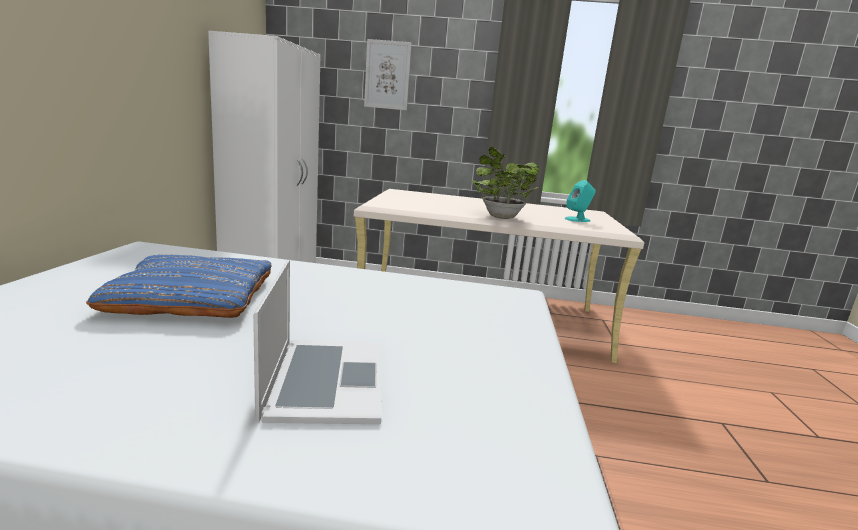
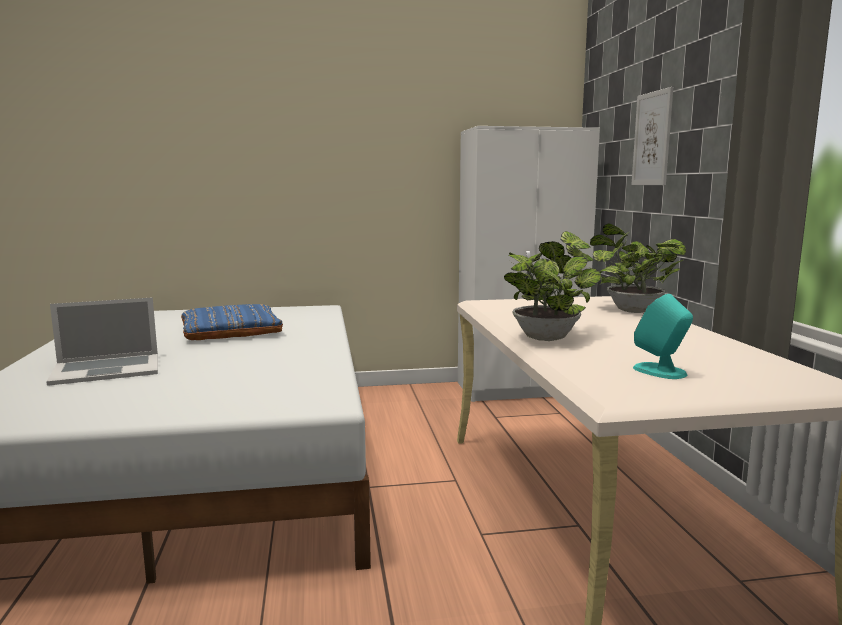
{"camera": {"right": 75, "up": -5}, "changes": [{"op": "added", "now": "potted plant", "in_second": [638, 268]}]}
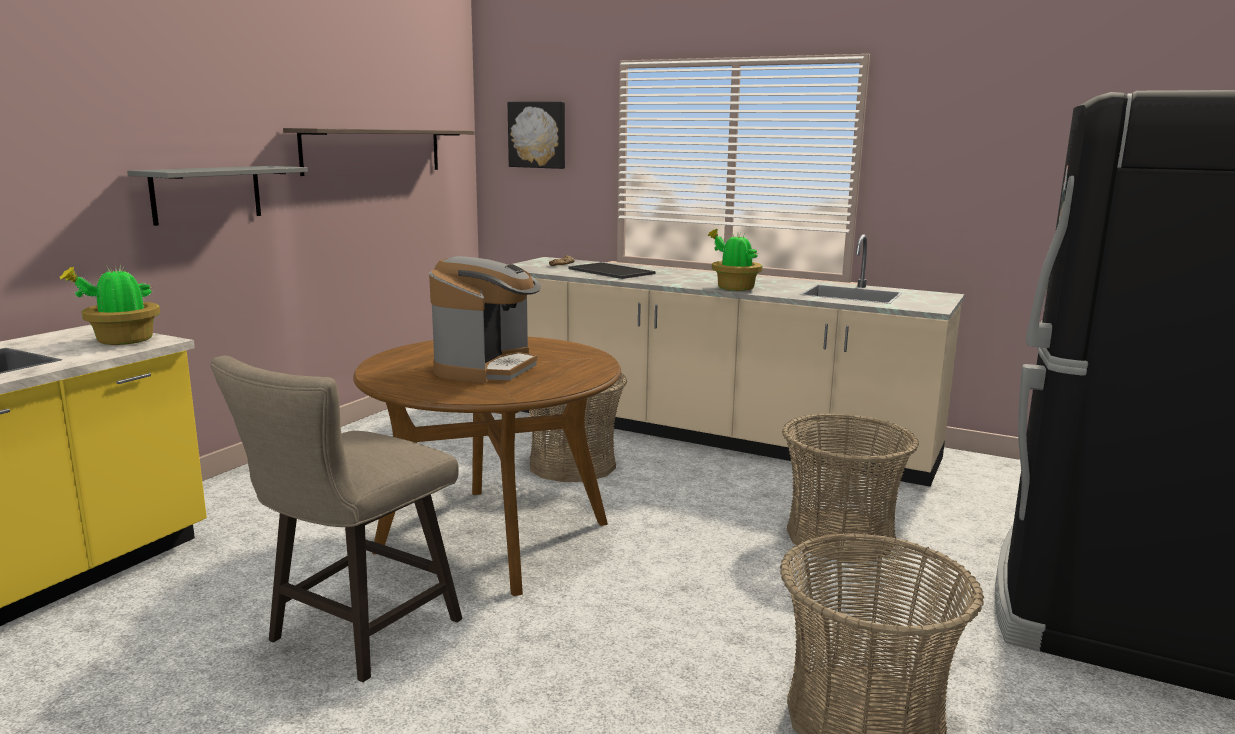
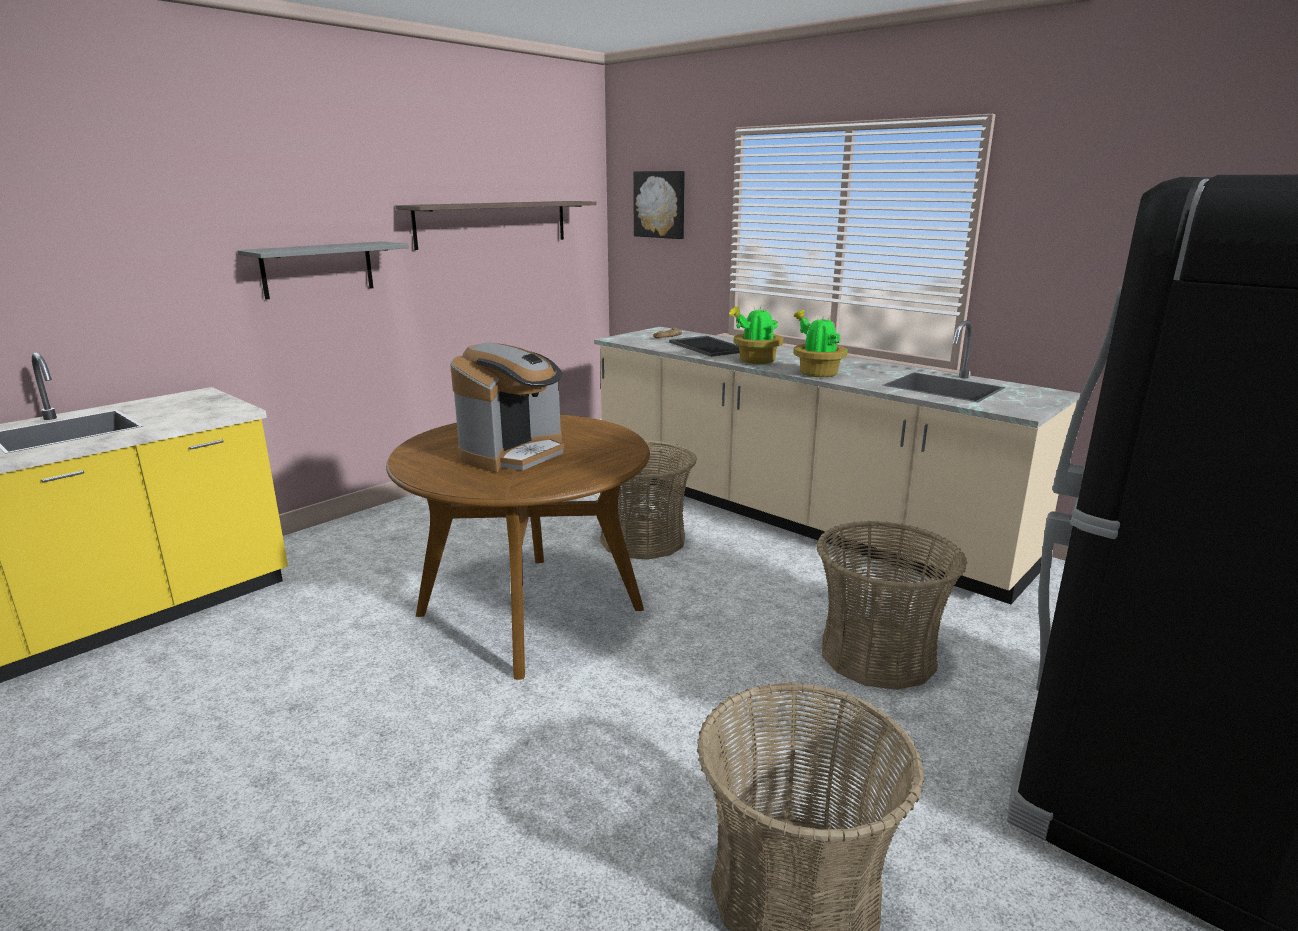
{"camera": {"right": 15, "up": 5}, "changes": [{"op": "moved", "was": "potted plant", "in_first": [110, 304], "in_second": [756, 335]}, {"op": "removed", "was": "stool seat/beige-coloured", "in_first": [336, 519]}]}
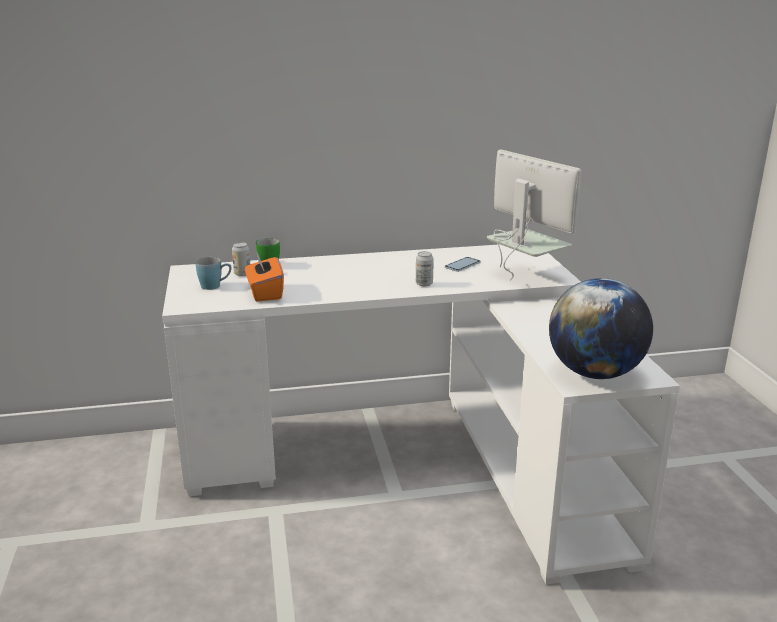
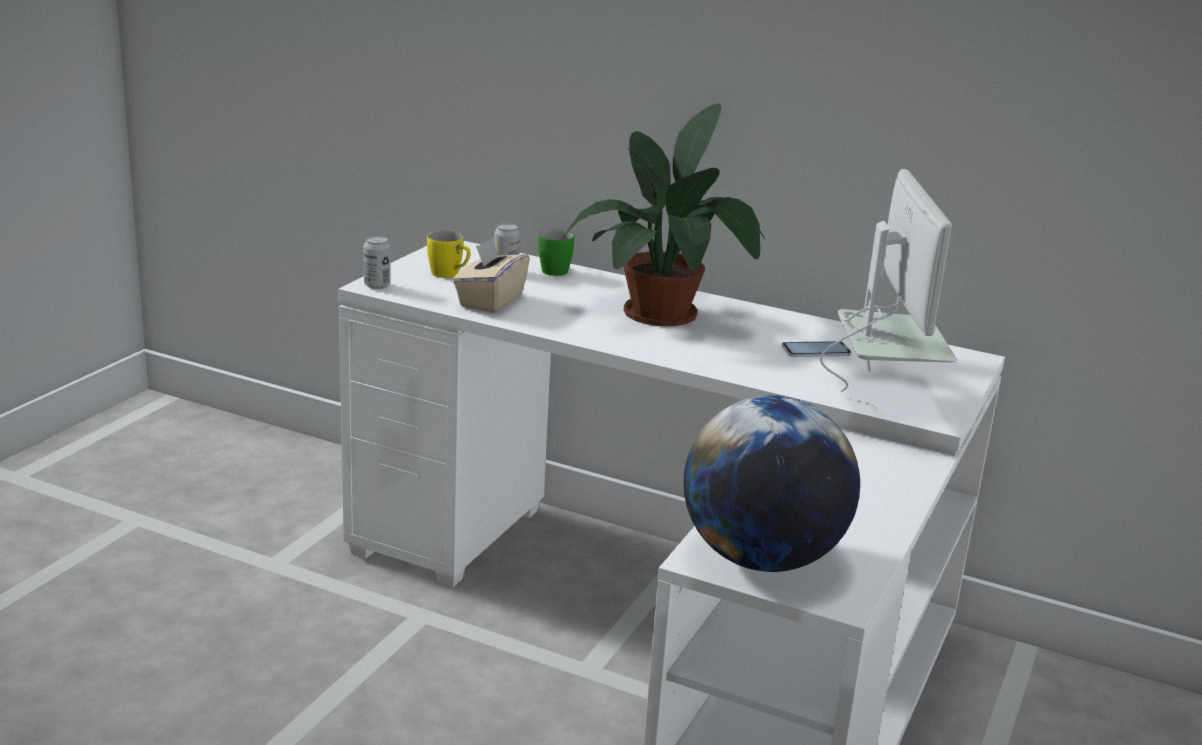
{"camera": {"right": 35, "up": 0}, "changes": [{"op": "moved", "was": "metal can", "in_first": [425, 269], "in_second": [377, 262]}, {"op": "recoloured", "was": "coffee mug/bluish", "now": "coffee mug/yellow", "in_first": [214, 273], "in_second": [449, 254]}, {"op": "recoloured", "was": "tissue box/orange", "now": "tissue box/beige-coloured", "in_first": [264, 277], "in_second": [491, 275]}, {"op": "added", "now": "potted plant", "in_second": [664, 214]}]}
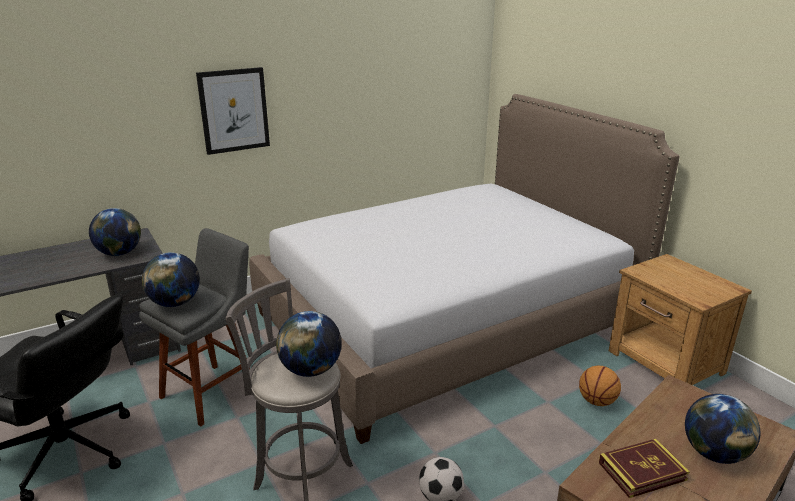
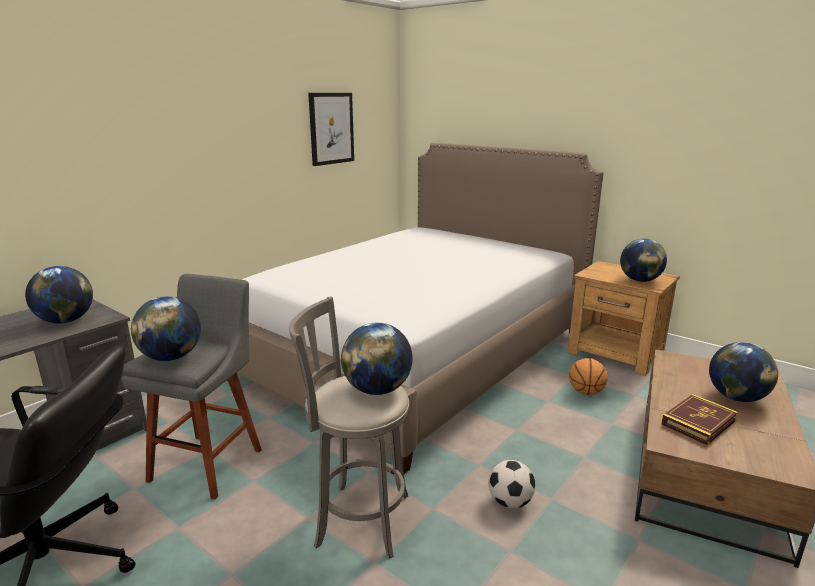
{"camera": {"right": -20, "up": -5}, "changes": [{"op": "moved", "was": "wall art", "in_first": [233, 111], "in_second": [331, 129]}, {"op": "added", "now": "globe", "in_second": [643, 260]}]}
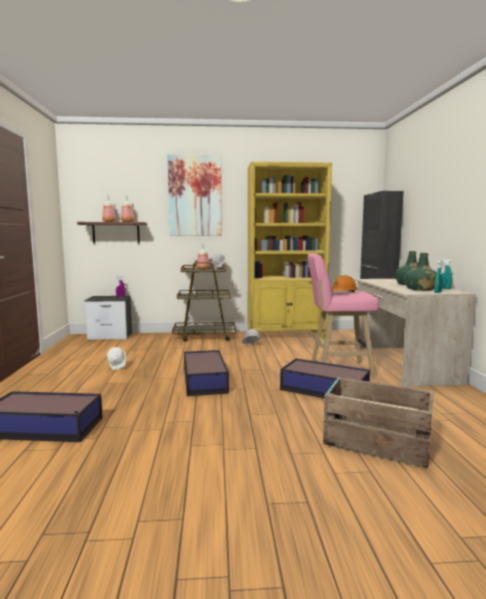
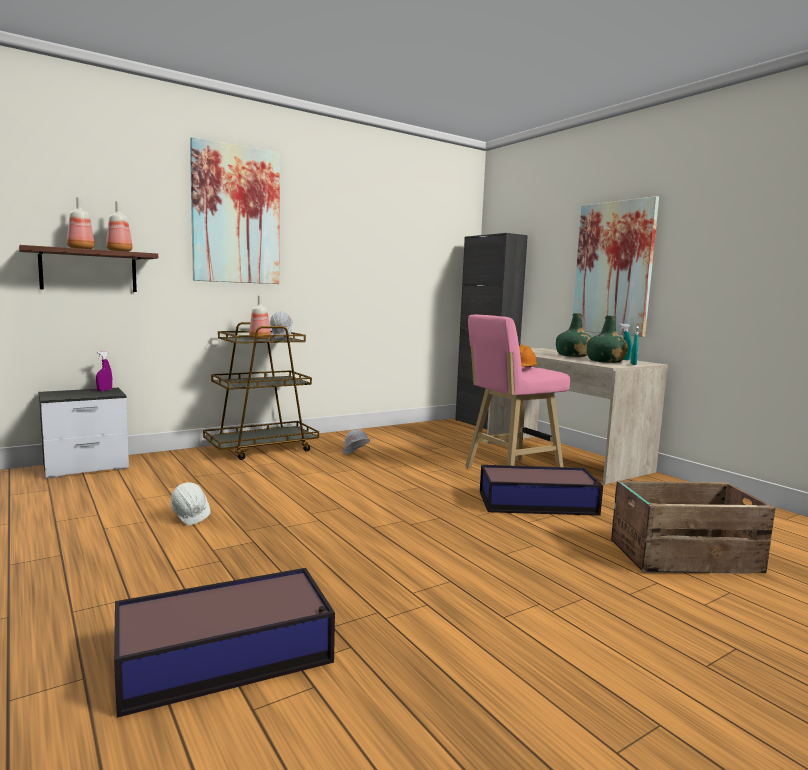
{"camera": {"right": -30, "up": 0}, "changes": [{"op": "added", "now": "wall art", "in_second": [615, 266]}, {"op": "removed", "was": "storage bin", "in_first": [206, 373]}, {"op": "removed", "was": "bookcase/yellow", "in_first": [290, 250]}]}
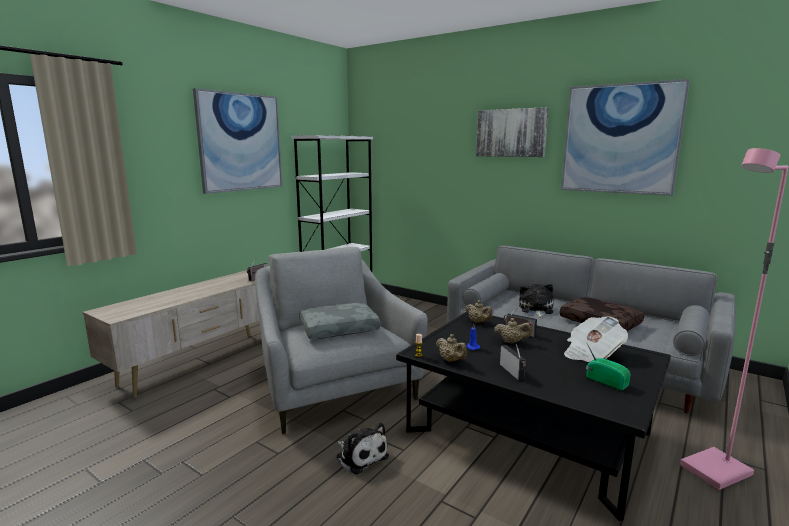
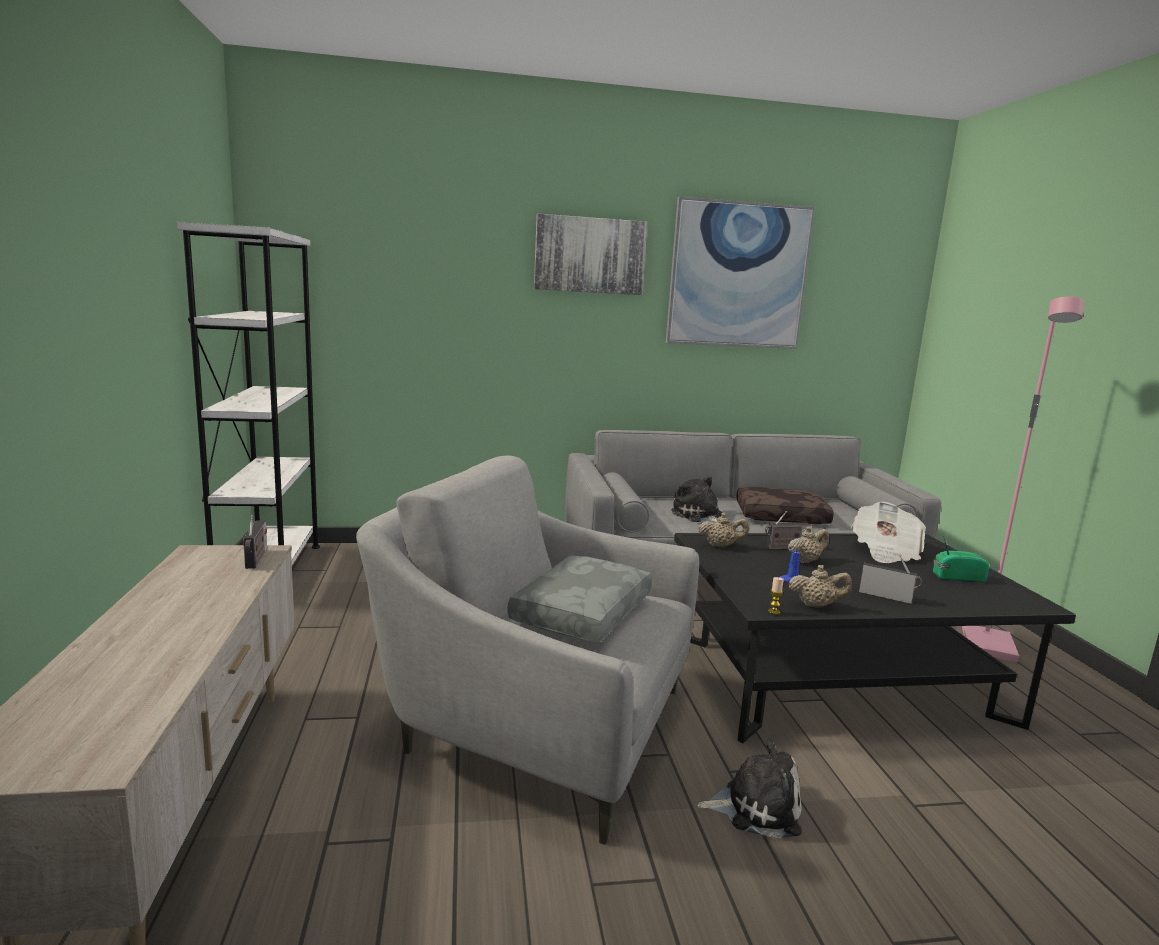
{"camera": {"right": -45, "up": 0}, "changes": [{"op": "removed", "was": "wall art", "in_first": [237, 141]}]}
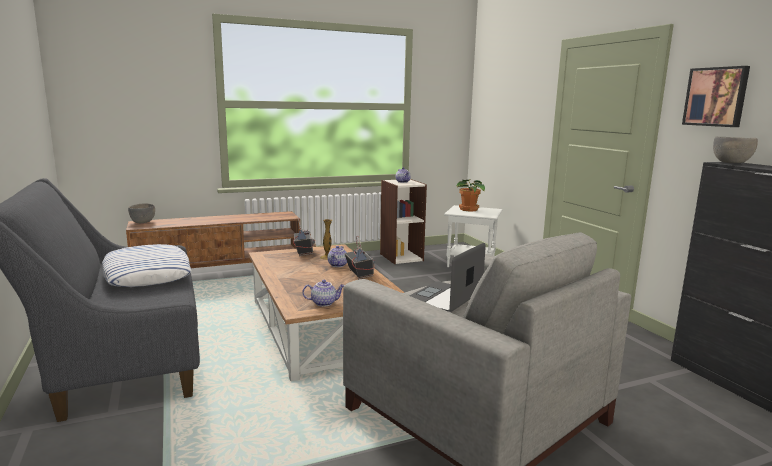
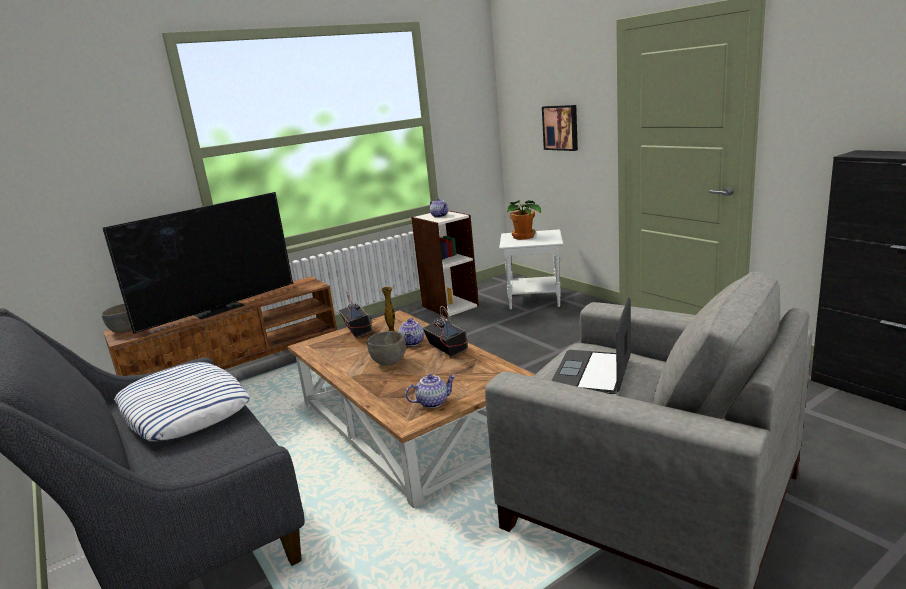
{"camera": {"right": -10, "up": 5}, "changes": [{"op": "added", "now": "television", "in_second": [197, 262]}, {"op": "moved", "was": "serving bowl/grey", "in_first": [735, 150], "in_second": [386, 348]}, {"op": "moved", "was": "wall art", "in_first": [716, 96], "in_second": [560, 128]}]}
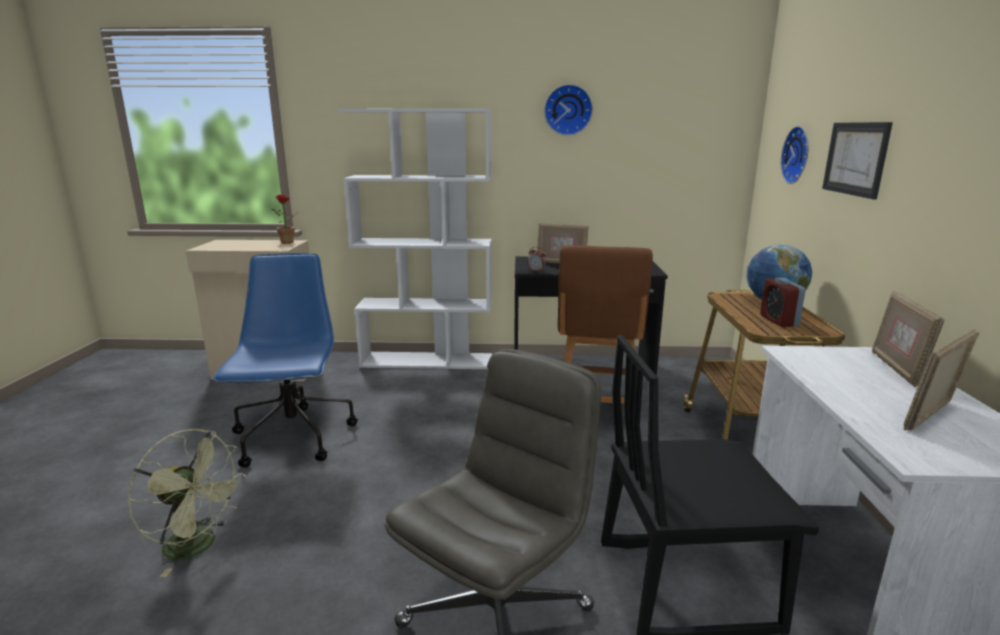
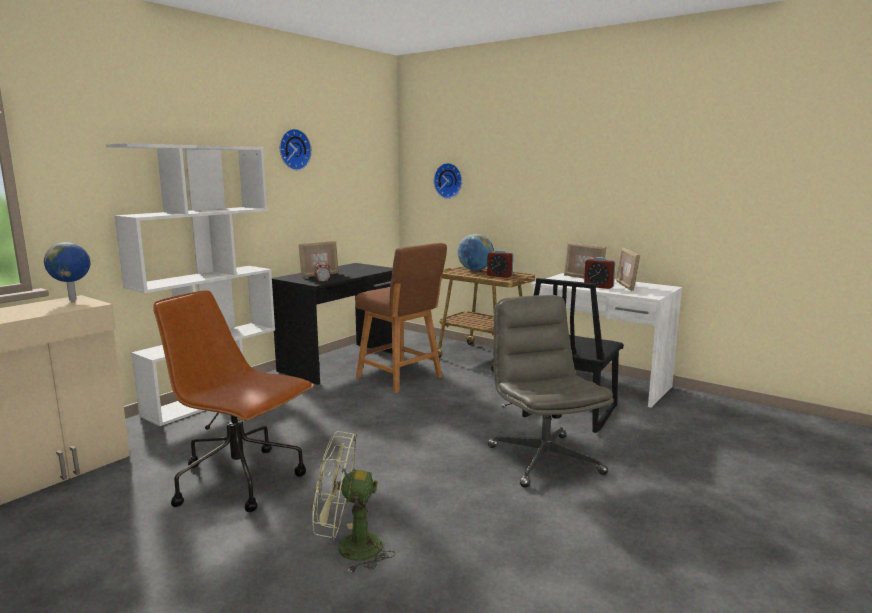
{"camera": {"right": -55, "up": -5}, "changes": [{"op": "replaced", "was": "potted plant", "now": "globe", "in_first": [285, 219], "in_second": [67, 271]}, {"op": "recoloured", "was": "office chair/bluish", "now": "office chair/brown-coloured", "in_first": [285, 360], "in_second": [233, 401]}, {"op": "turned", "was": "cooling fan/green-coloured", "in_first": [187, 503], "in_second": [353, 502], "clockwise": -150}, {"op": "added", "now": "table clock", "in_second": [600, 273]}, {"op": "removed", "was": "wall art", "in_first": [857, 160]}]}
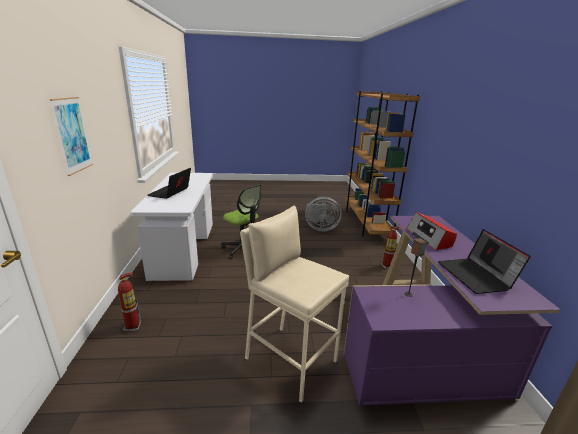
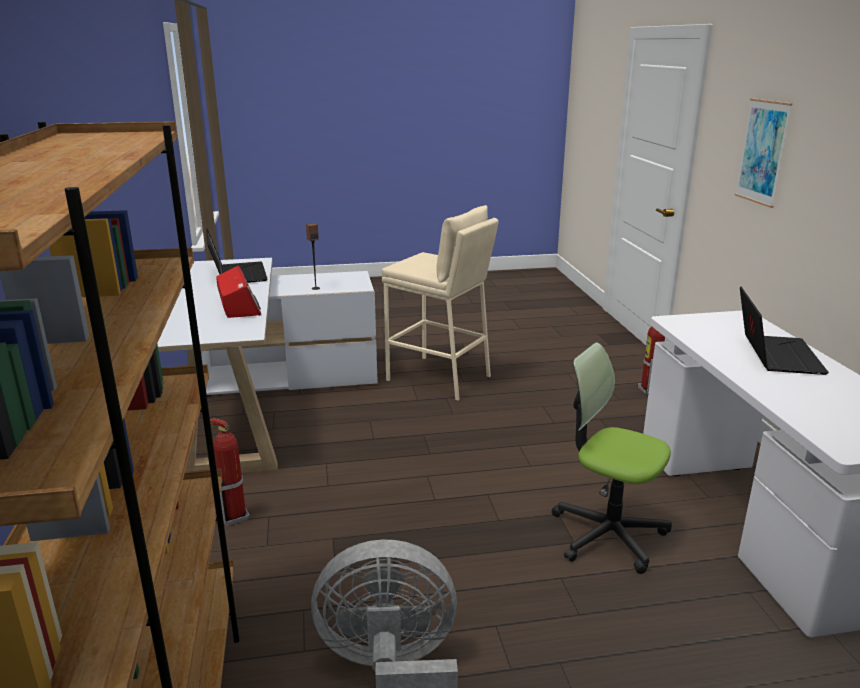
{"camera": {"right": 175, "up": 0}, "changes": [{"op": "recoloured", "was": "desk table/purple-coloured", "now": "desk table/white-coloured", "in_first": [452, 311], "in_second": [267, 365]}]}
